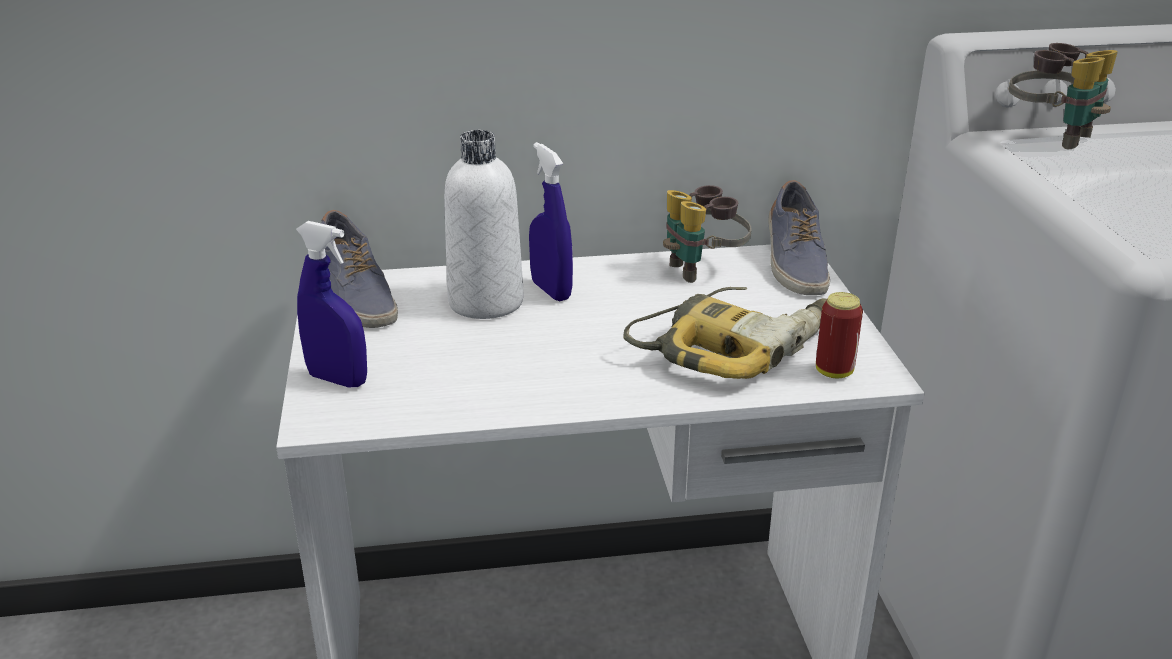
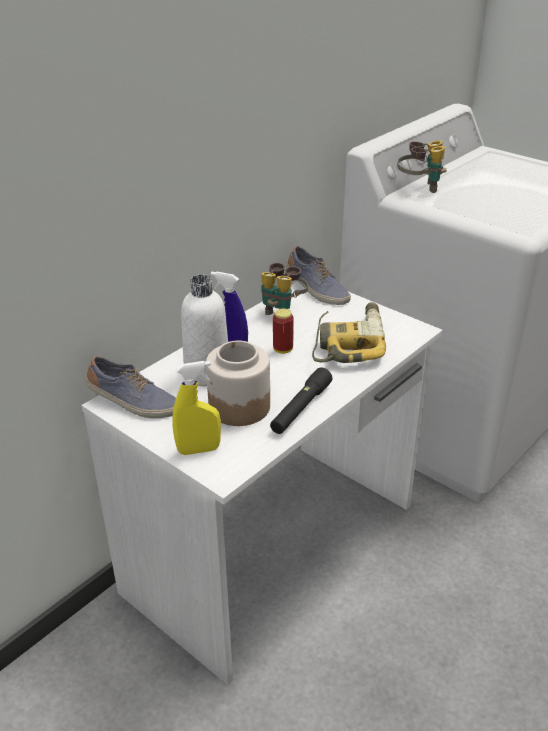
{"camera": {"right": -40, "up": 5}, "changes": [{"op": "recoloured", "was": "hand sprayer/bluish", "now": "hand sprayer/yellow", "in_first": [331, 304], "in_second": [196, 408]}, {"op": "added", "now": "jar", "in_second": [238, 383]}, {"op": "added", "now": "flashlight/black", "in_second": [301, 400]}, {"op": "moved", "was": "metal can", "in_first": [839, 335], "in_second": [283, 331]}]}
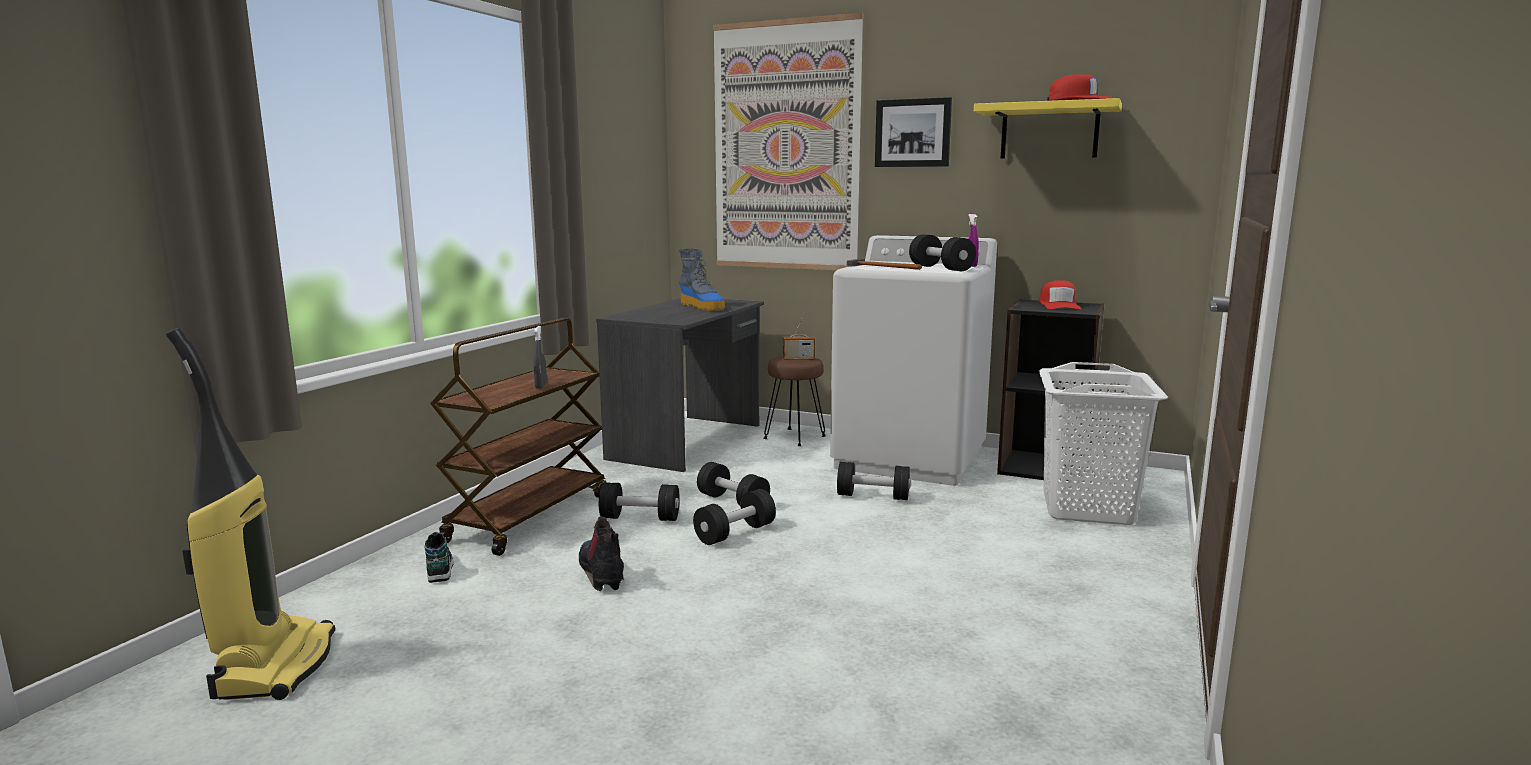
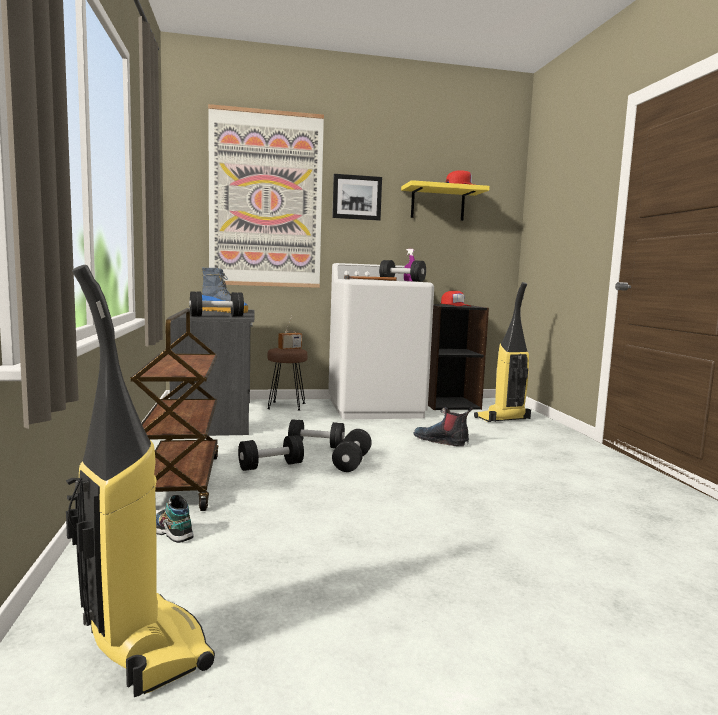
{"camera": {"right": -35, "up": -5}, "changes": [{"op": "moved", "was": "free weight/black", "in_first": [874, 481], "in_second": [216, 303]}, {"op": "moved", "was": "high-top boot", "in_first": [601, 554], "in_second": [443, 426]}, {"op": "replaced", "was": "laundry basket/white-coloured", "now": "vacuum", "in_first": [1103, 443], "in_second": [502, 352]}, {"op": "removed", "was": "hand sprayer/grey", "in_first": [540, 357]}]}
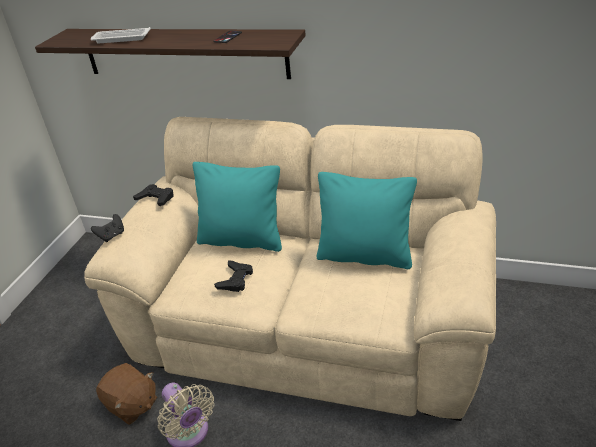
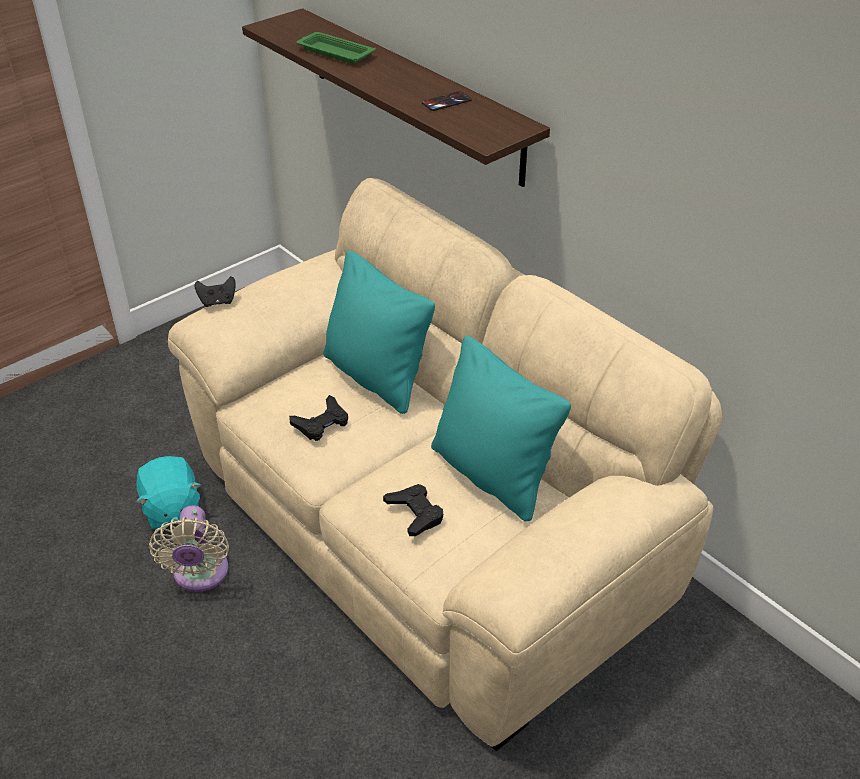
{"camera": {"right": 30, "up": 5}, "changes": [{"op": "recoloured", "was": "cuddly toy/brown-coloured", "now": "cuddly toy/blue-green", "in_first": [126, 394], "in_second": [168, 493]}, {"op": "recoloured", "was": "serving tray/white-coloured", "now": "serving tray/green-coloured", "in_first": [121, 35], "in_second": [336, 48]}, {"op": "moved", "was": "joypad/black", "in_first": [153, 195], "in_second": [413, 510]}]}
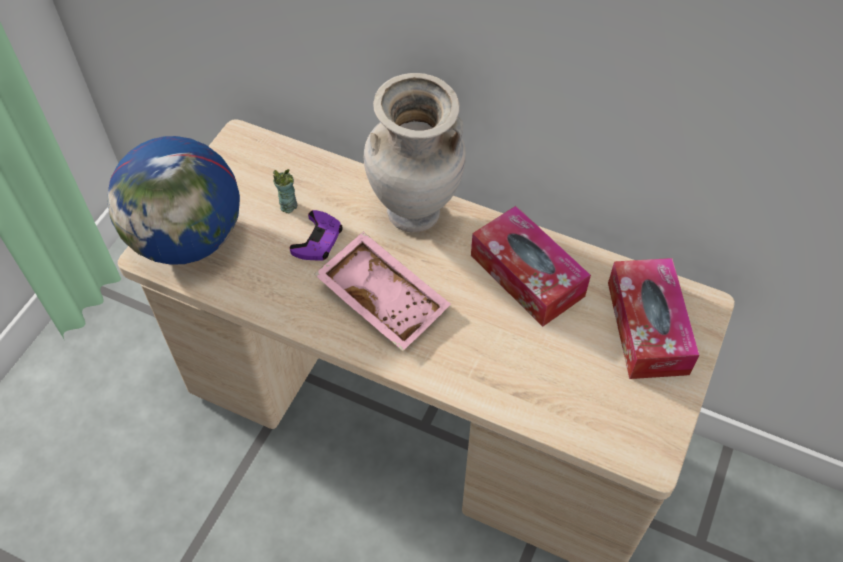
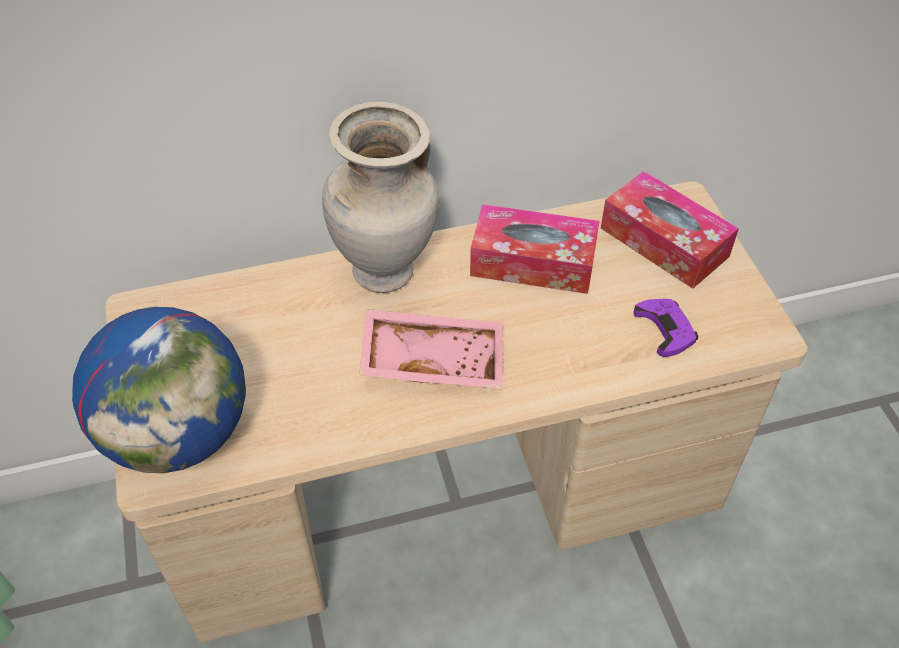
{"camera": {"right": -40, "up": -5}, "changes": [{"op": "moved", "was": "joypad/purple-coloured", "in_first": [316, 235], "in_second": [665, 328]}, {"op": "removed", "was": "small cup", "in_first": [285, 191]}]}
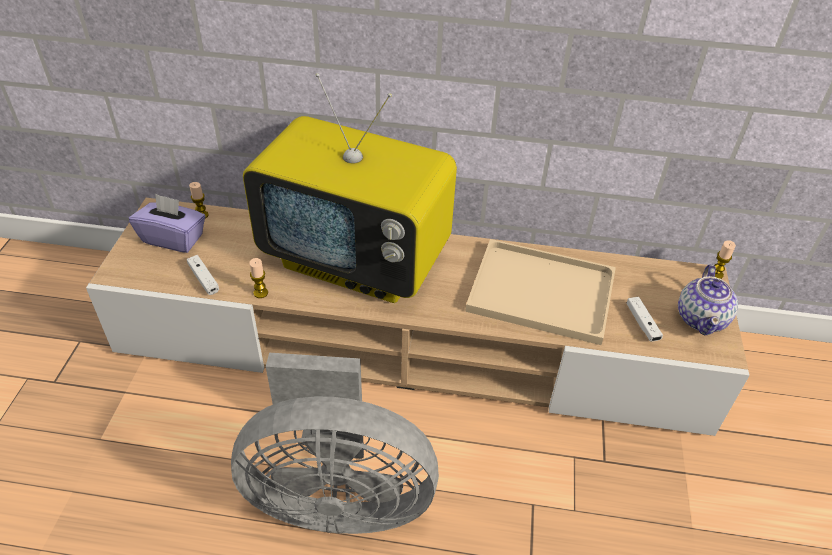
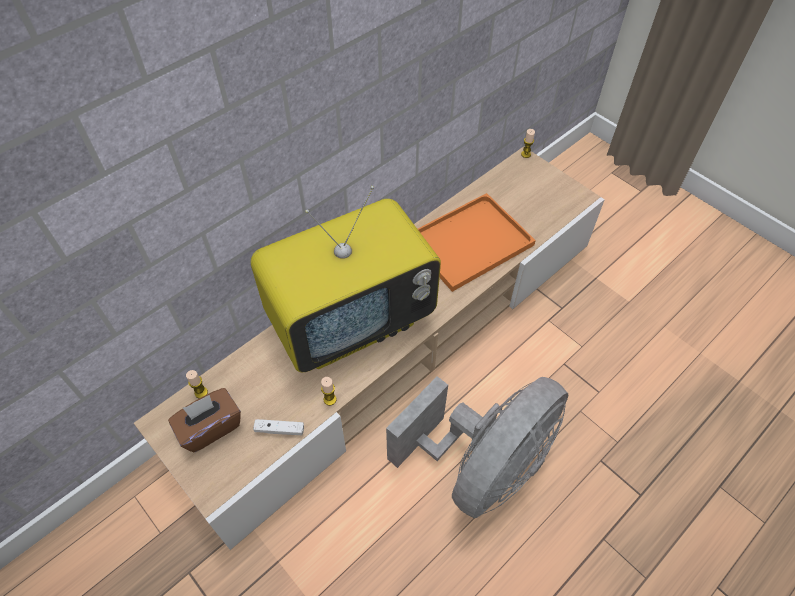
{"camera": {"right": -50, "up": 10}, "changes": [{"op": "recoloured", "was": "tissue box/purple-coloured", "now": "tissue box/brown-coloured", "in_first": [167, 223], "in_second": [204, 420]}, {"op": "recoloured", "was": "serving tray/beige-coloured", "now": "serving tray/orange", "in_first": [540, 292], "in_second": [477, 242]}, {"op": "removed", "was": "joypad/white-coloured", "in_first": [644, 319]}, {"op": "removed", "was": "teapot", "in_first": [708, 299]}]}
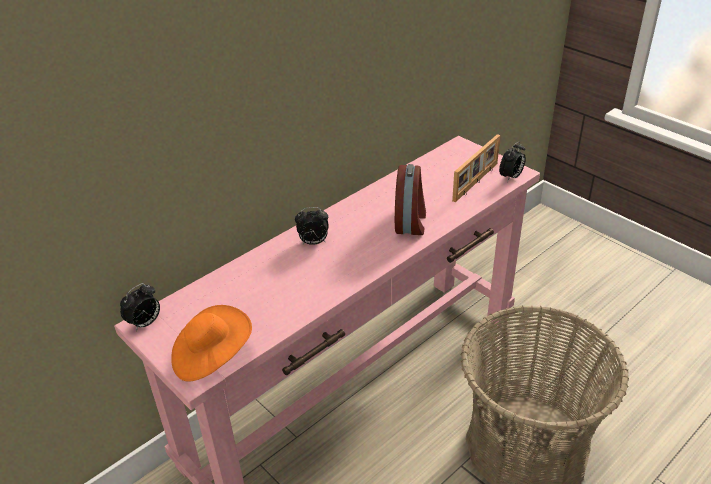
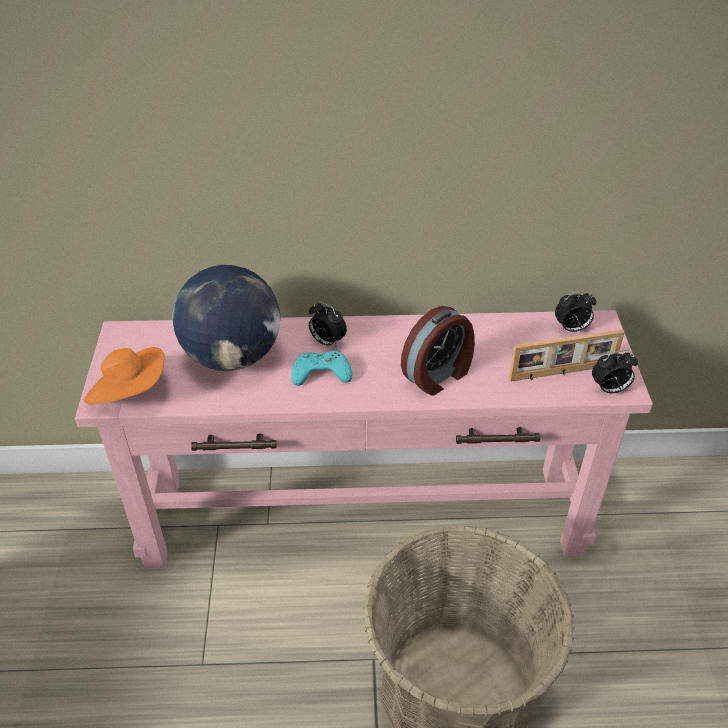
{"camera": {"right": 40, "up": 5}, "changes": [{"op": "added", "now": "globe", "in_second": [226, 318]}, {"op": "added", "now": "joypad/blue-green", "in_second": [321, 368]}, {"op": "moved", "was": "table clock", "in_first": [140, 307], "in_second": [576, 311]}]}
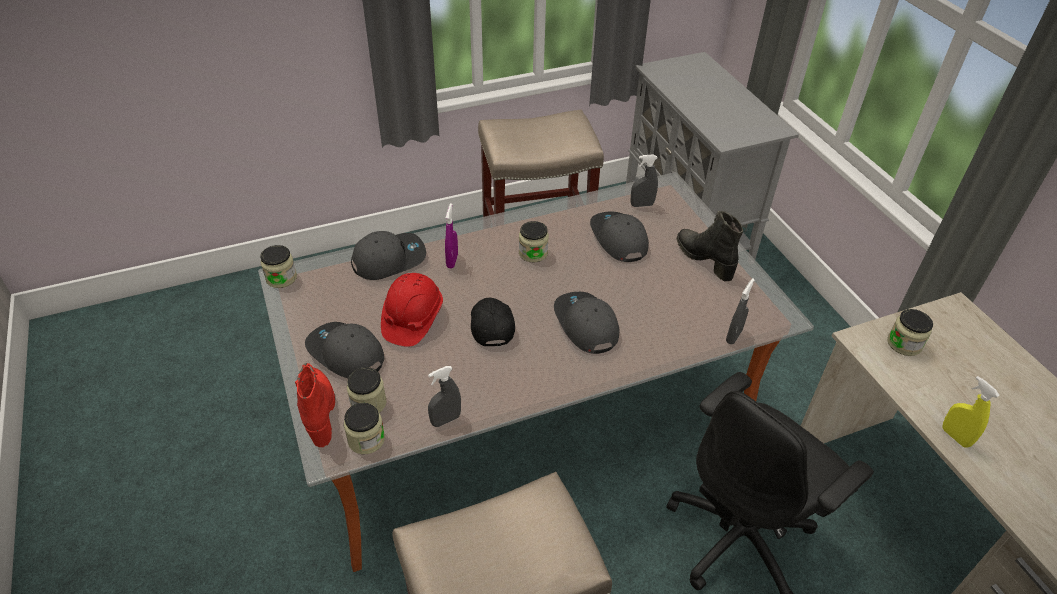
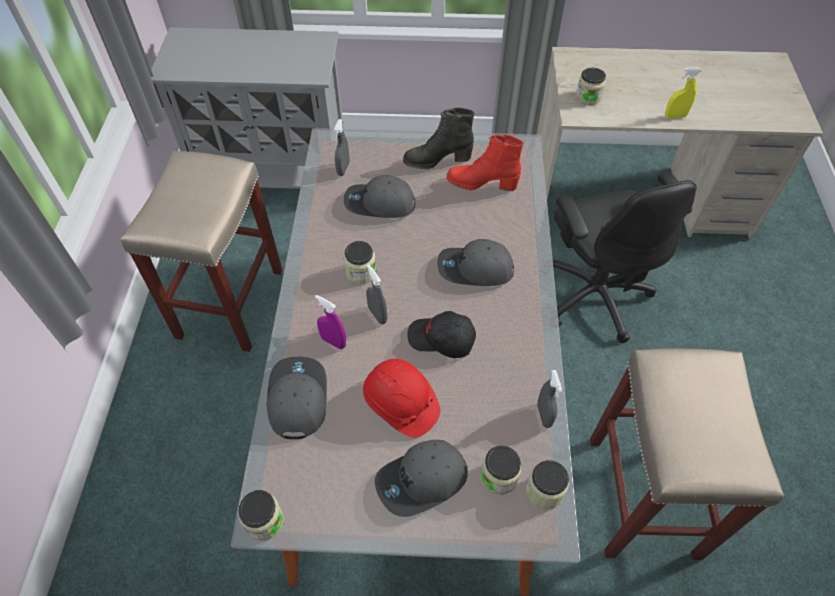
{"camera": {"right": -65, "up": 10}, "changes": [{"op": "moved", "was": "hand sprayer/grey", "in_first": [740, 311], "in_second": [377, 294]}, {"op": "moved", "was": "high-top boot/red", "in_first": [315, 405], "in_second": [485, 162]}]}
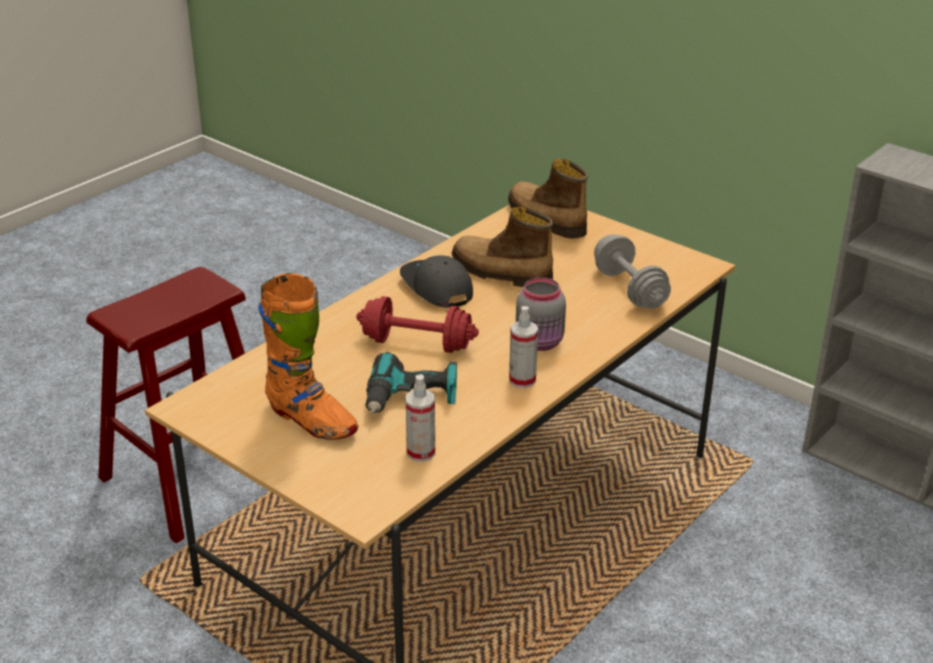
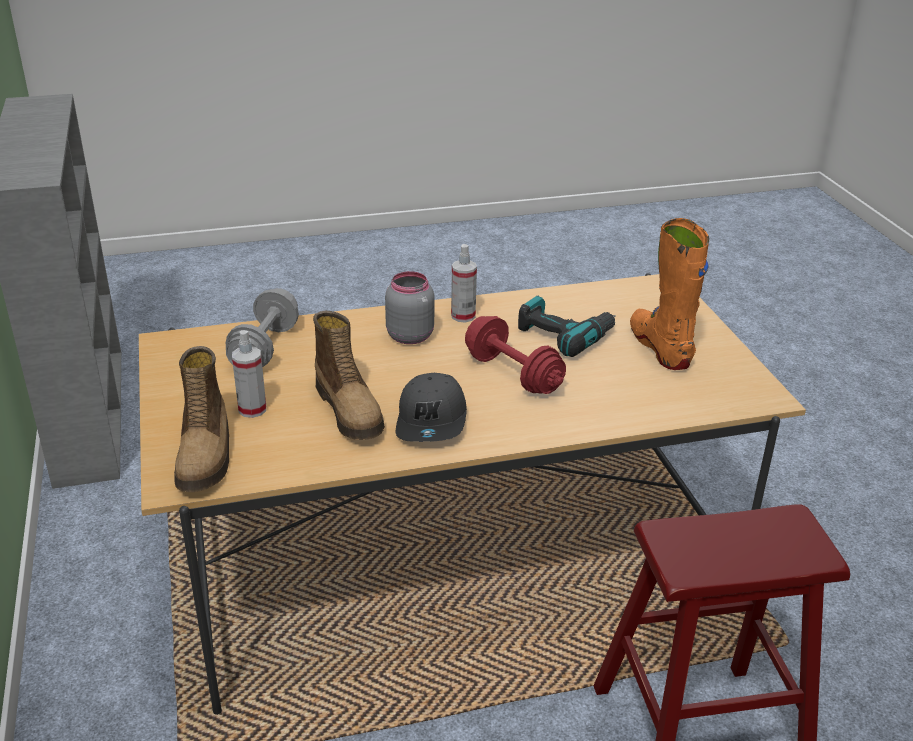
{"camera": {"right": -145, "up": 0}, "changes": [{"op": "moved", "was": "hand sprayer", "in_first": [420, 418], "in_second": [249, 374]}]}
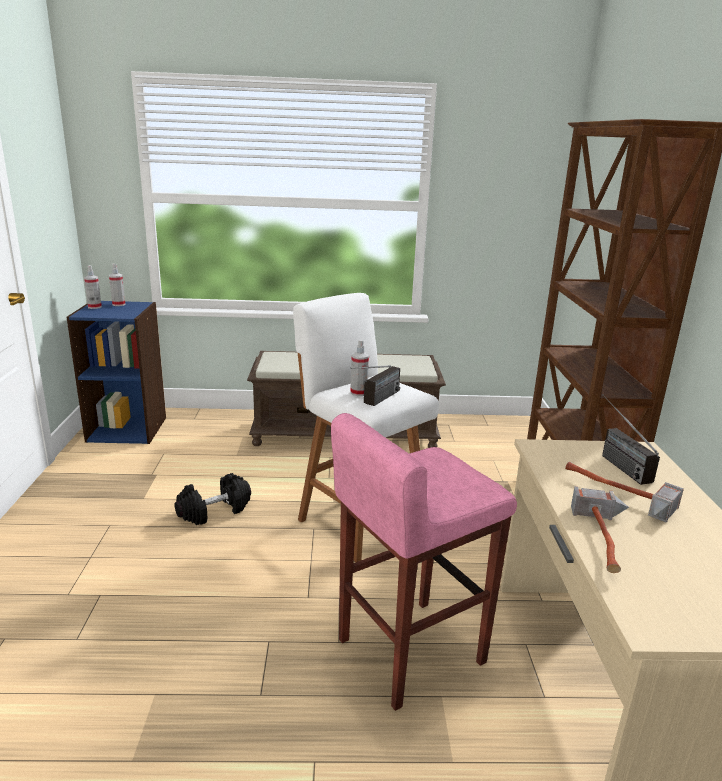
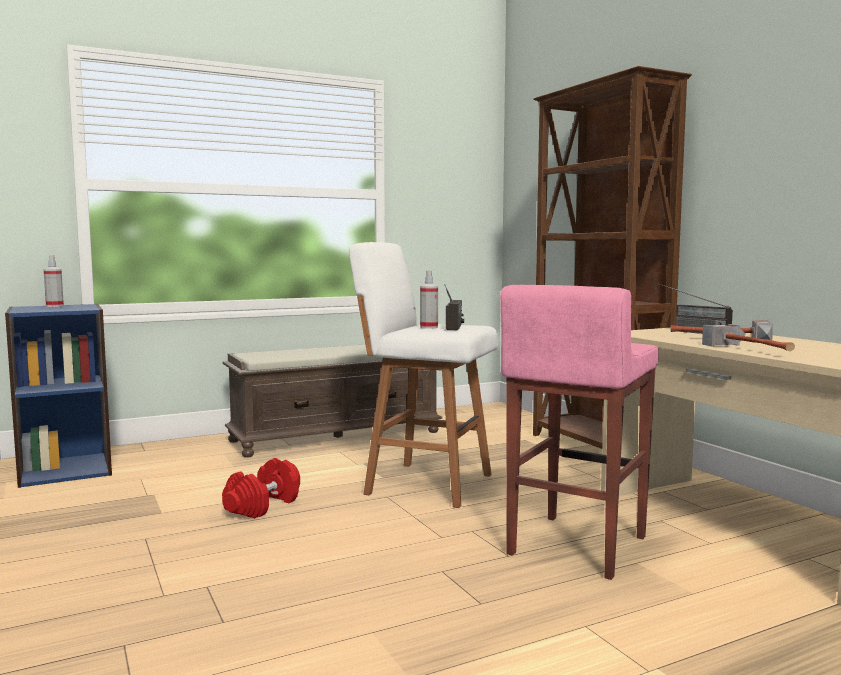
{"camera": {"right": -25, "up": -15}, "changes": [{"op": "recoloured", "was": "free weight/black", "now": "free weight/red", "in_first": [212, 499], "in_second": [261, 488]}, {"op": "removed", "was": "hand sprayer", "in_first": [93, 287]}]}
